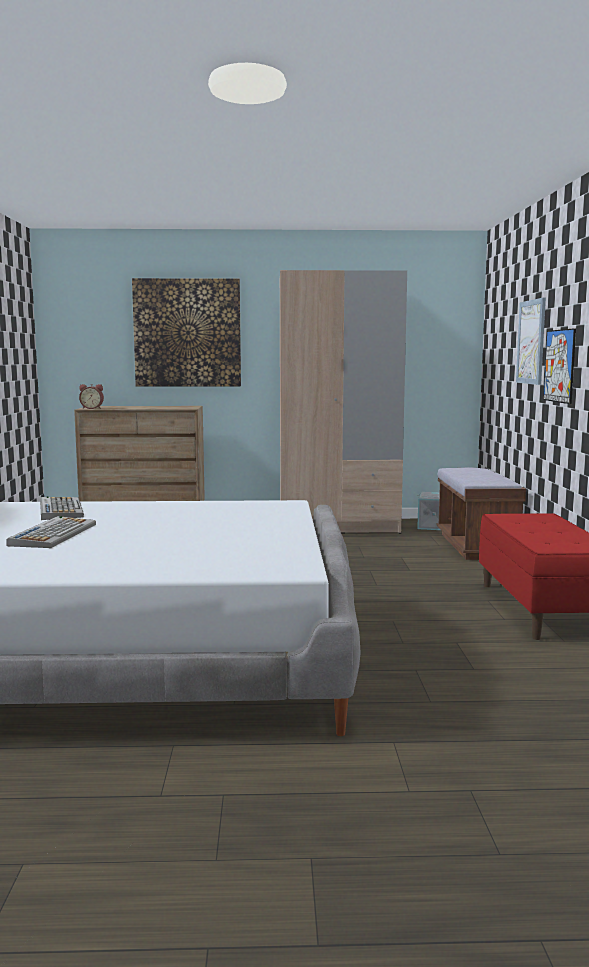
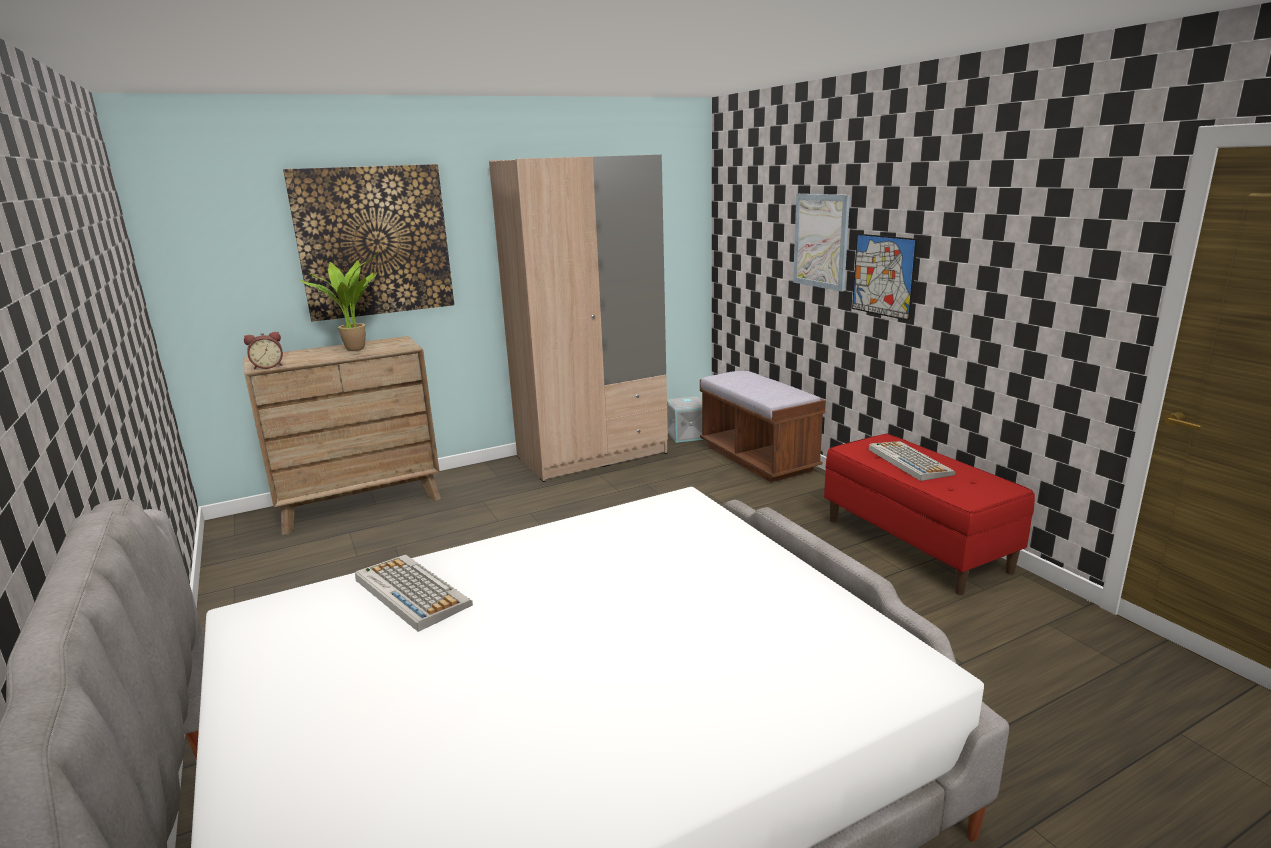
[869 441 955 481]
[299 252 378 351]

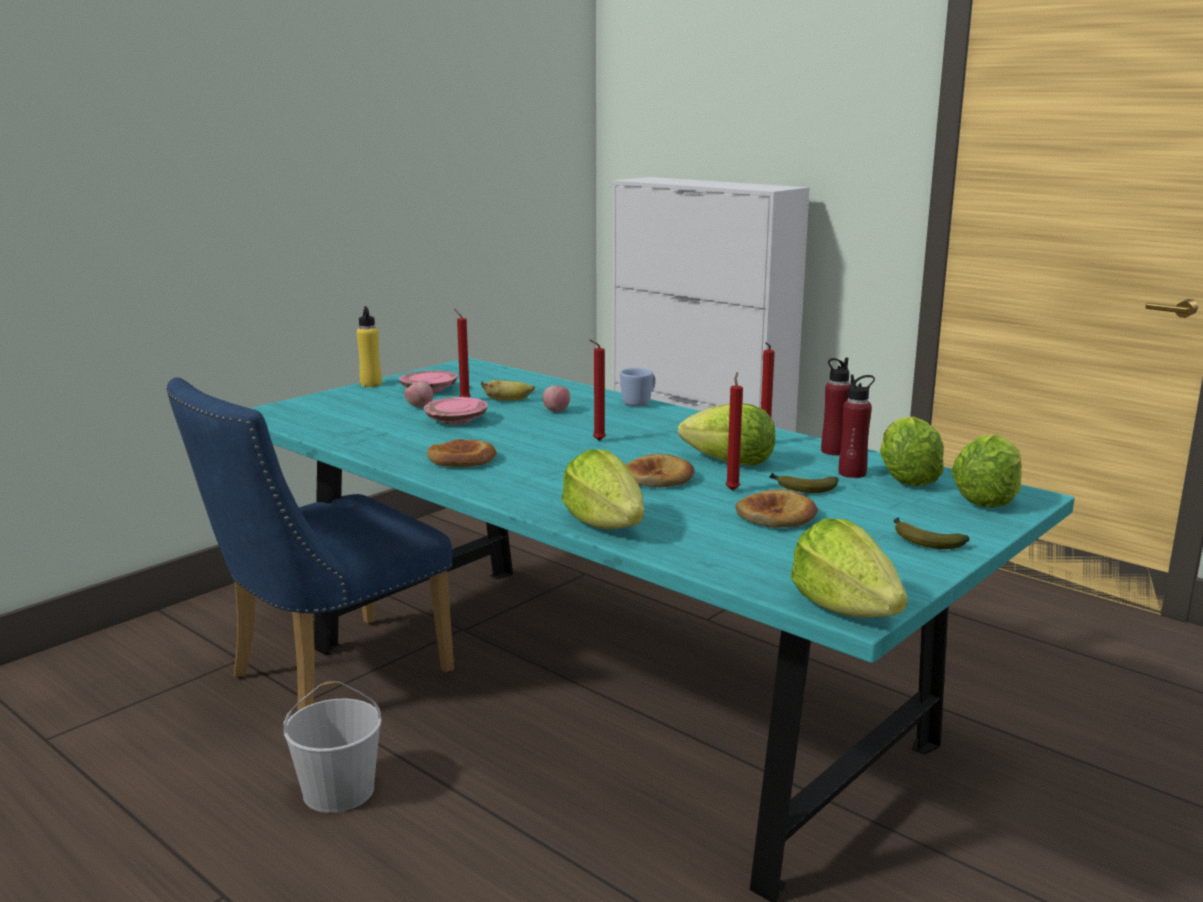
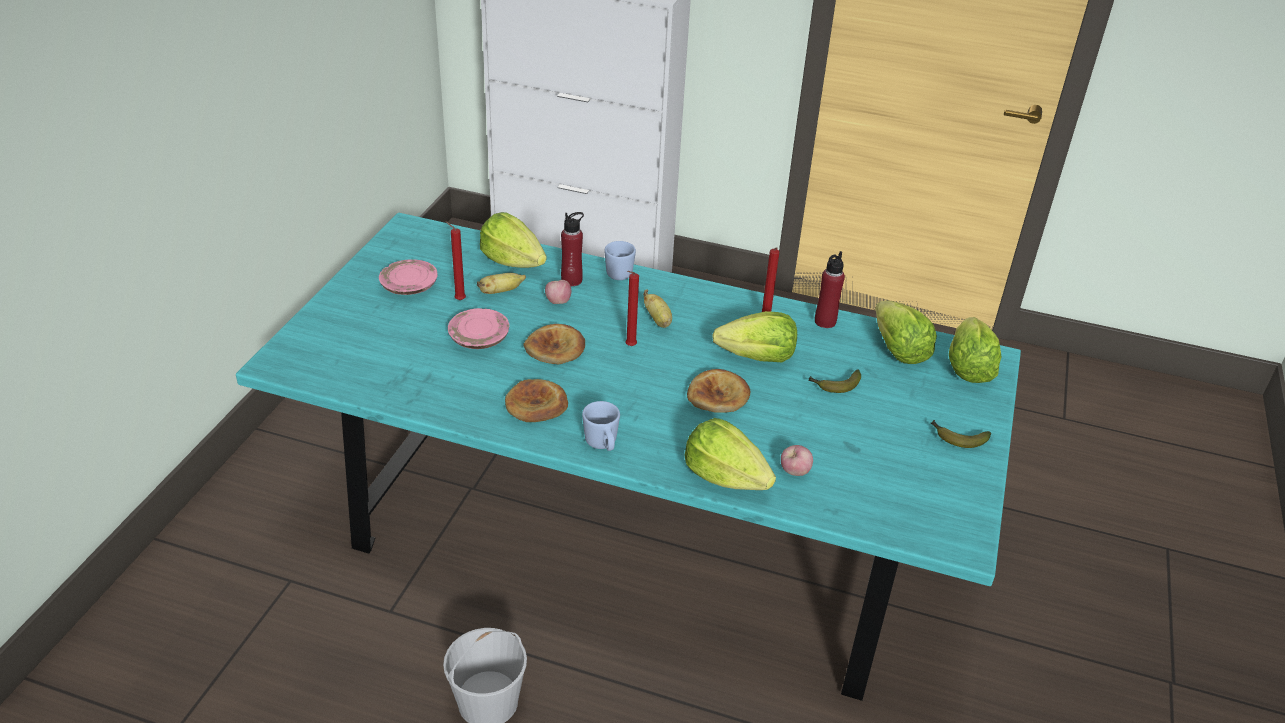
[357 306 382 387] (first image)
[726 372 743 491] (first image)
[561 212 584 286]
[166 377 454 711] (first image)
[781 445 813 476]
[523 324 585 364]
[480 212 546 268]
[643 290 672 328]
[582 401 620 451]

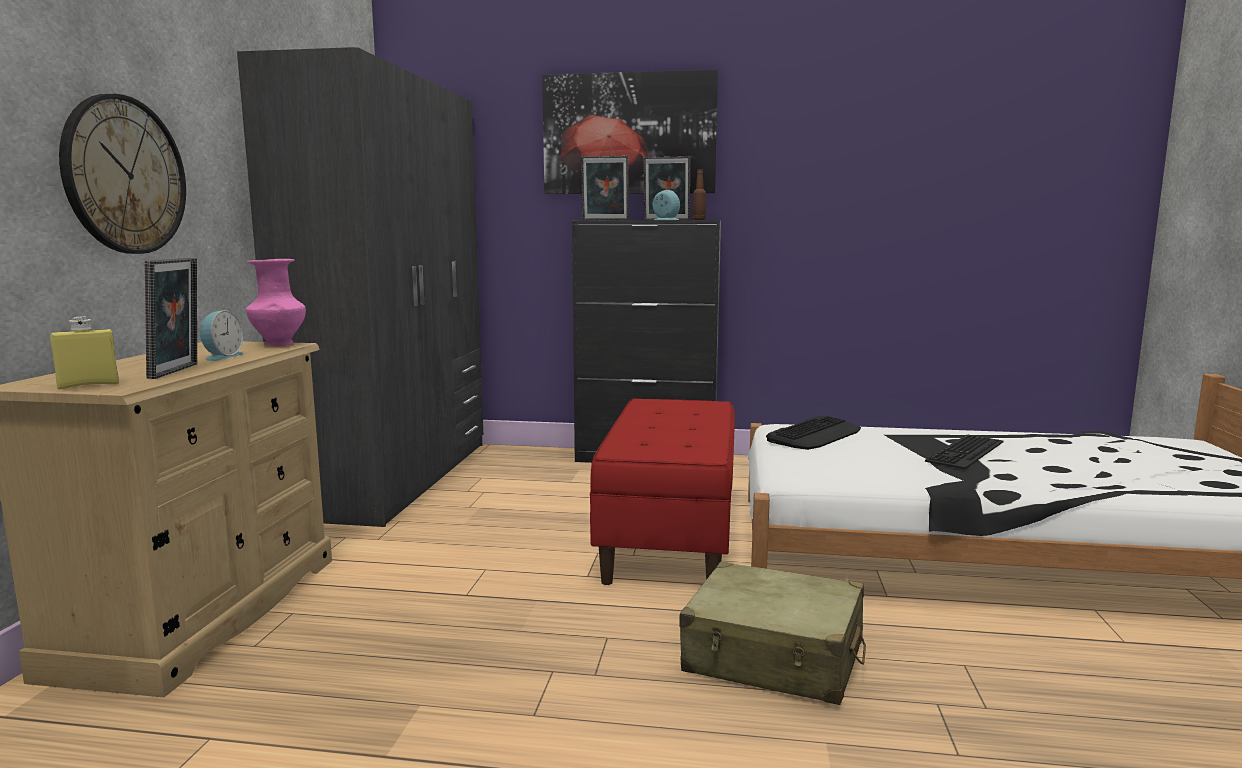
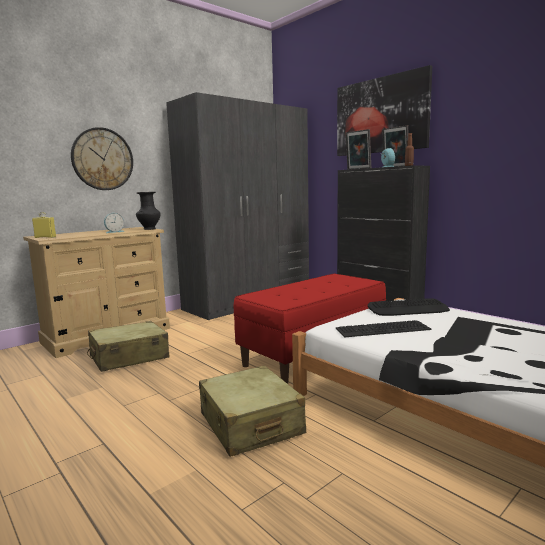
[145 258 197 379] (first image)
[136 192 161 230]
[336 320 432 337]
[87 321 170 372]

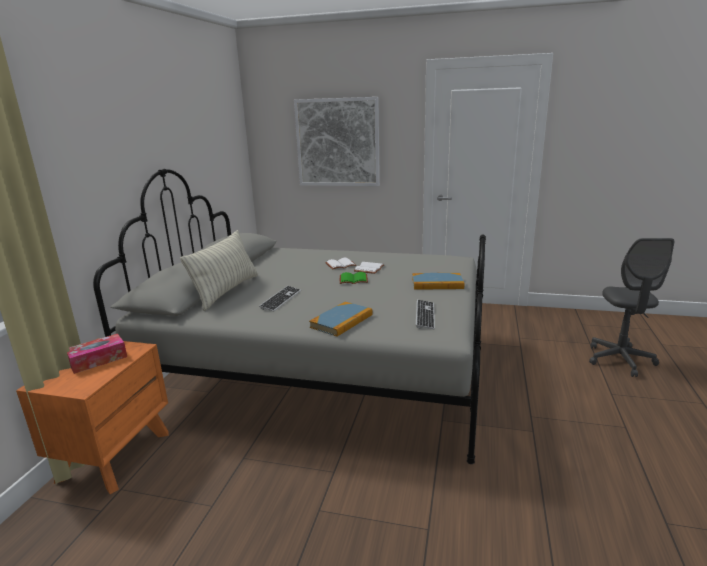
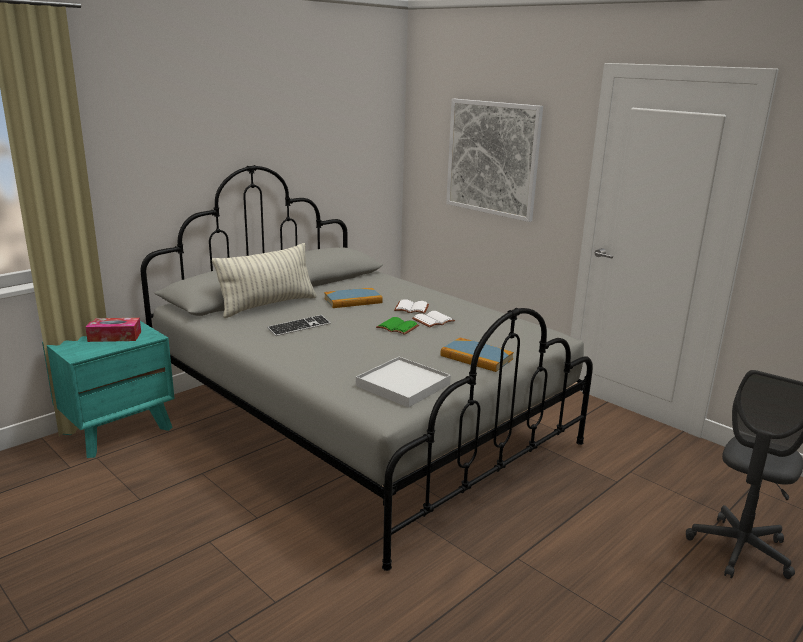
[356 357 451 408]
[324 288 383 308]
[42 321 175 458]

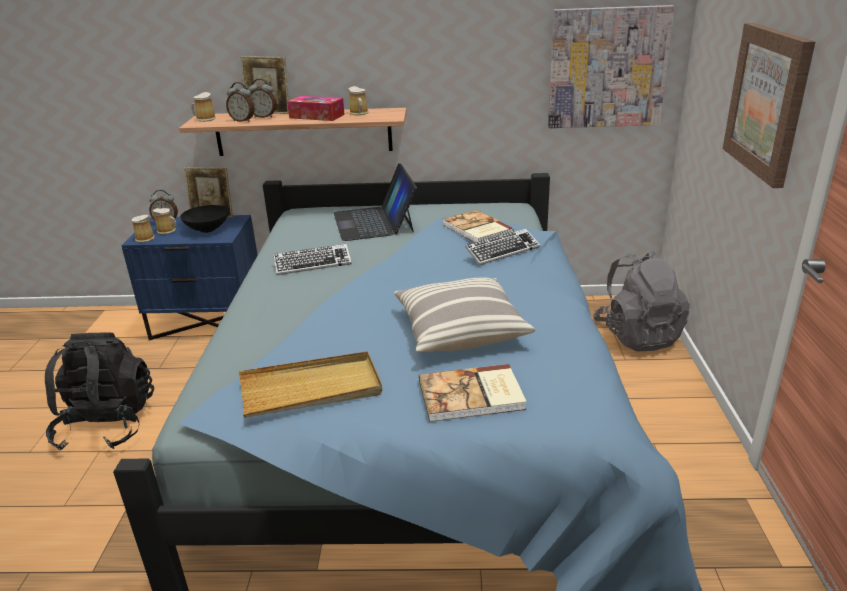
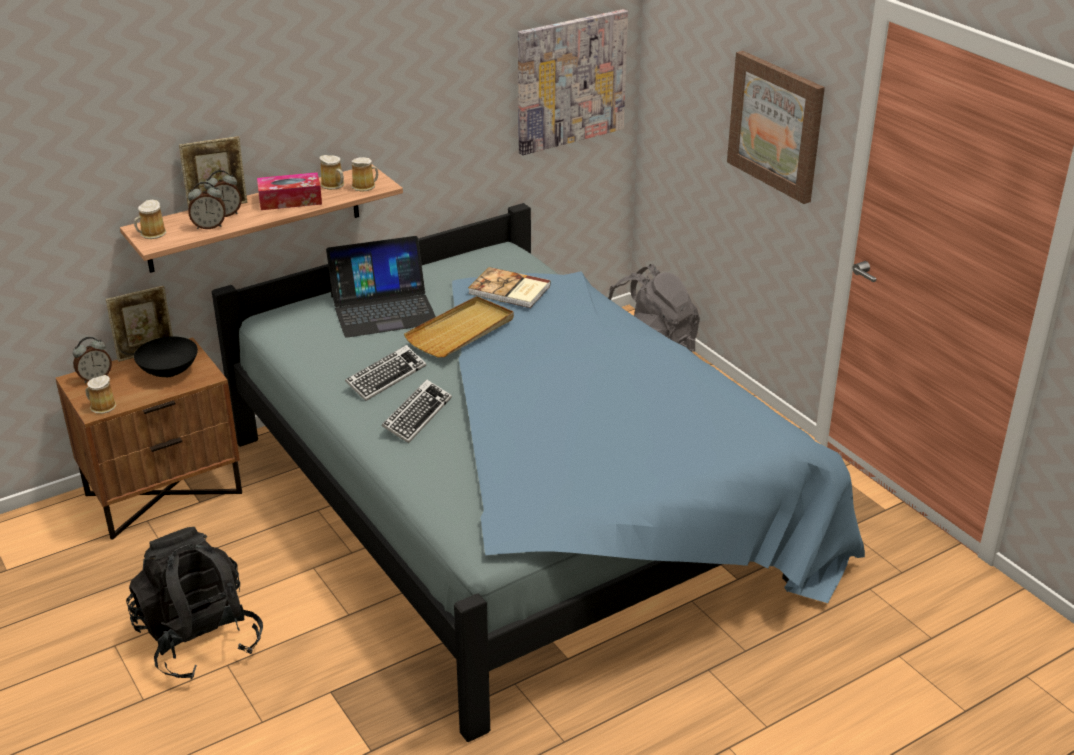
[326 236 436 338]
[351 157 378 192]
[56 337 242 540]
[382 379 452 443]
[394 277 535 353] (first image)
[404 296 514 357]
[419 364 527 422] (first image)

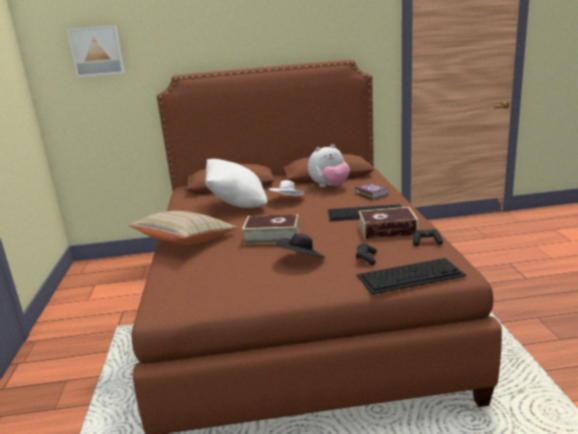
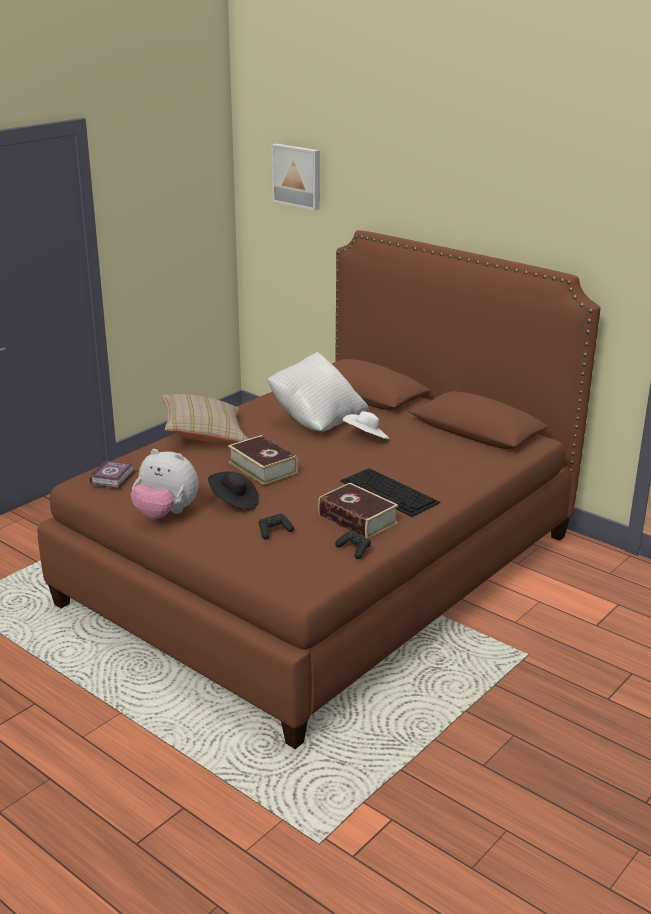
[131 449 198 519]
[89 460 134 489]
[357 258 466 294] (first image)

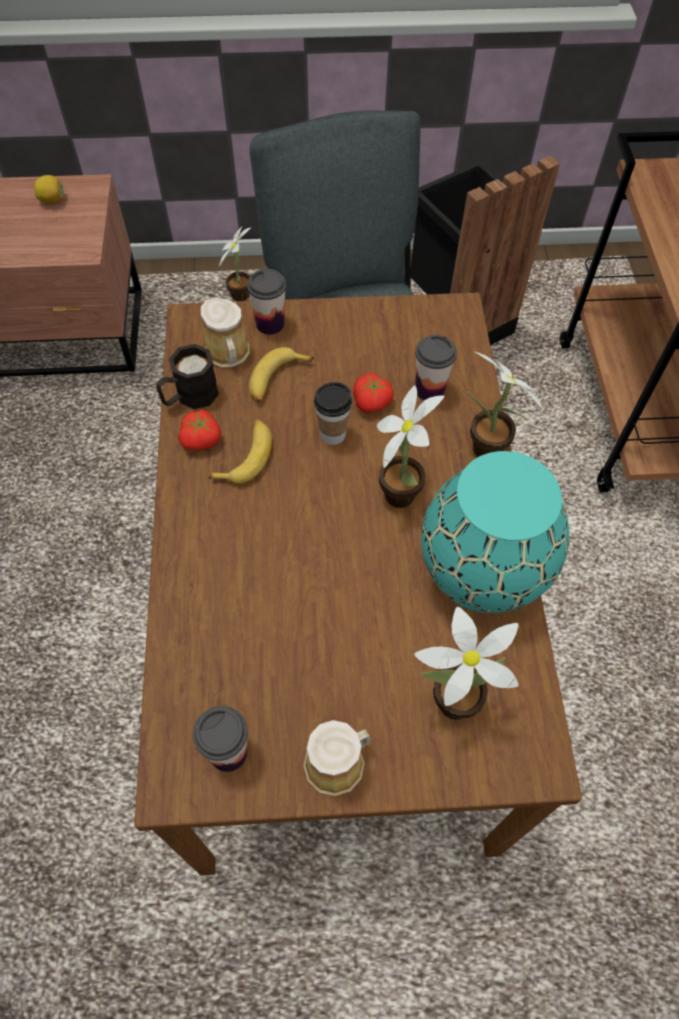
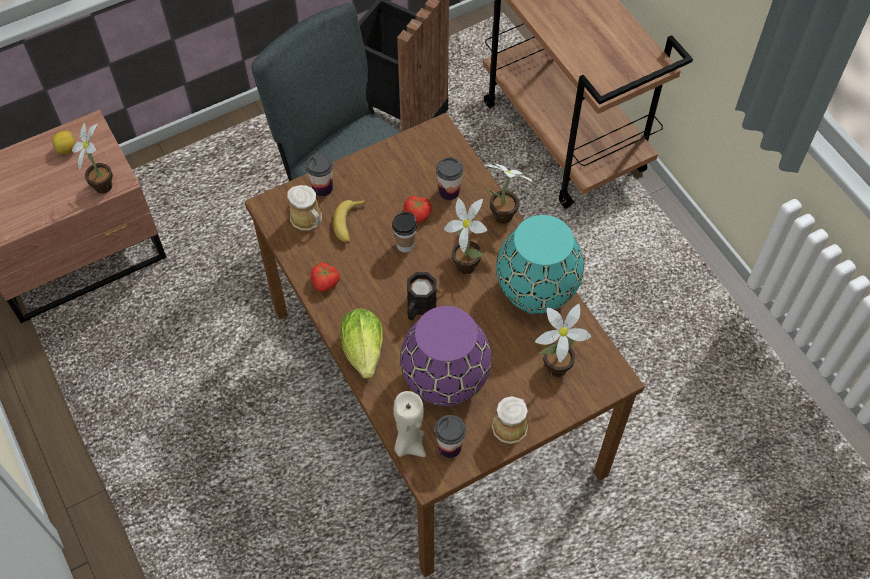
[72 123 113 194]
[407 272 437 320]
[209 419 272 484] (first image)
[400 306 492 406]
[340 309 383 379]
[393 391 426 457]

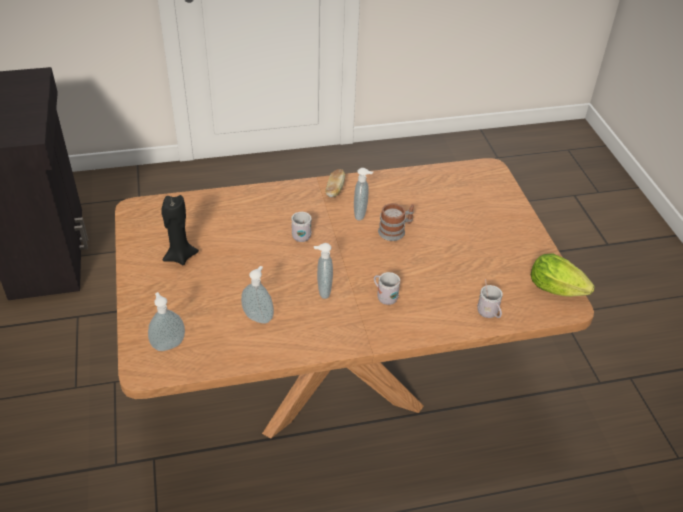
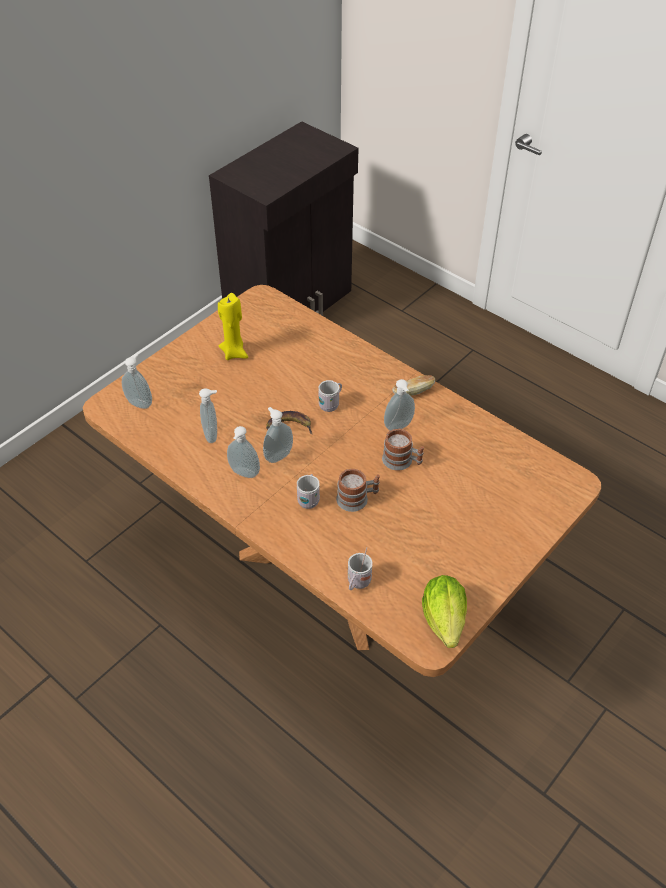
[218 293 248 360]
[266 411 312 434]
[227 426 260 478]
[336 469 380 512]

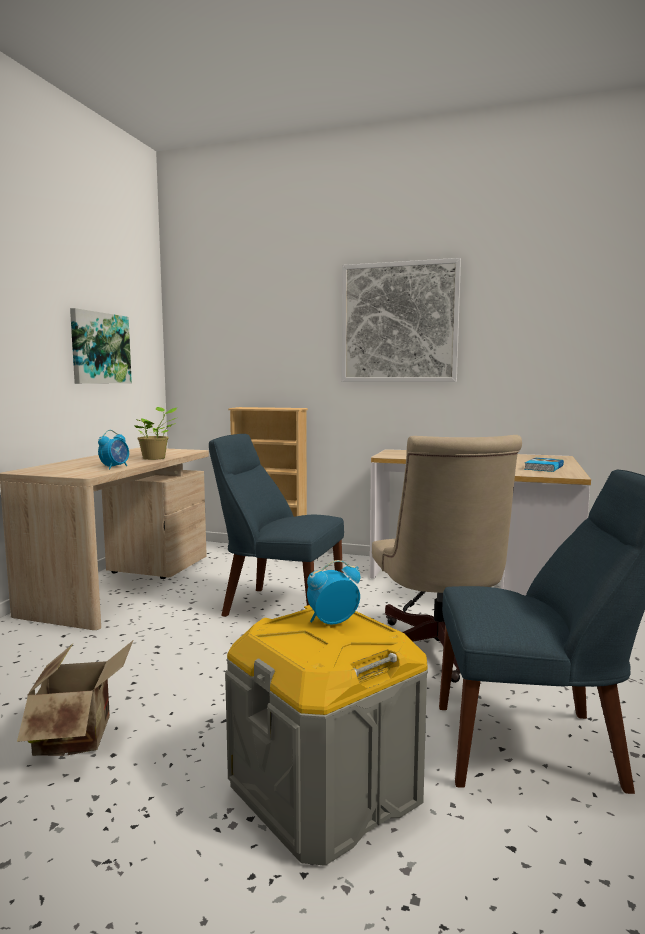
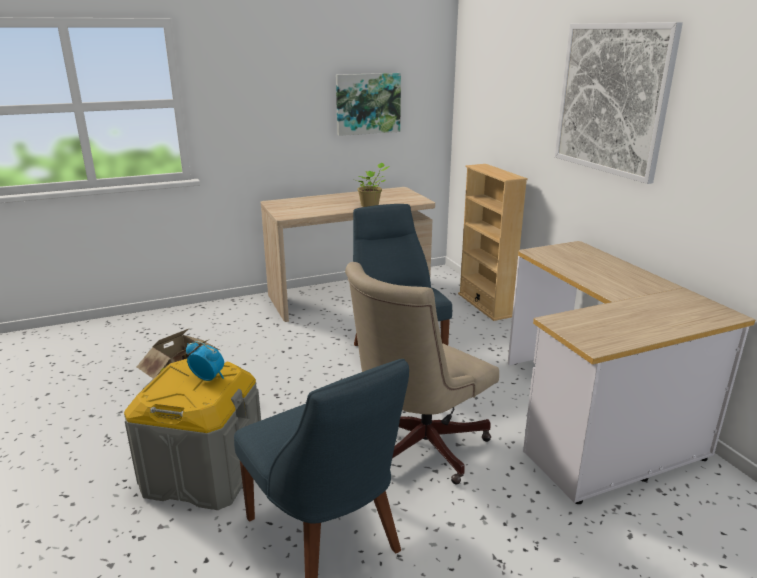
[98 430 129 469] (first image)
[524 458 564 472] (first image)

